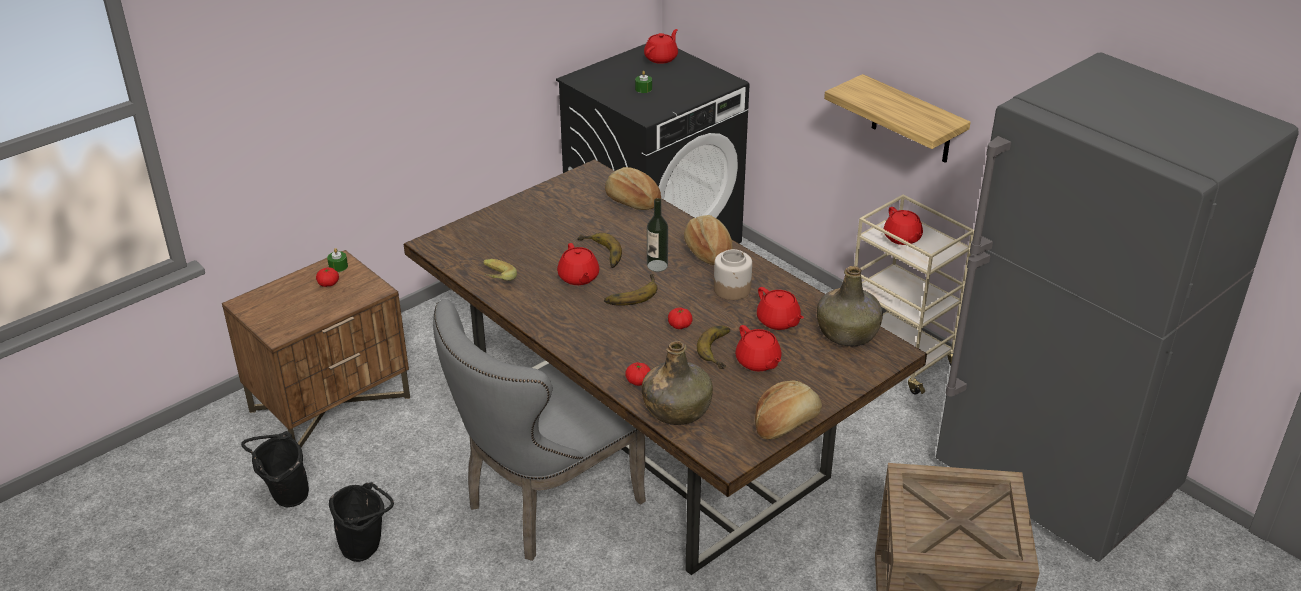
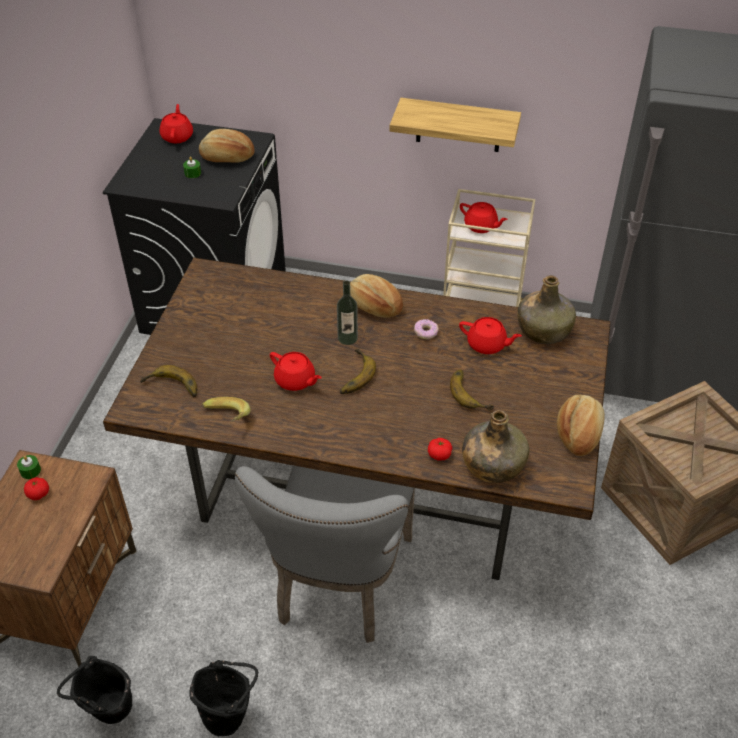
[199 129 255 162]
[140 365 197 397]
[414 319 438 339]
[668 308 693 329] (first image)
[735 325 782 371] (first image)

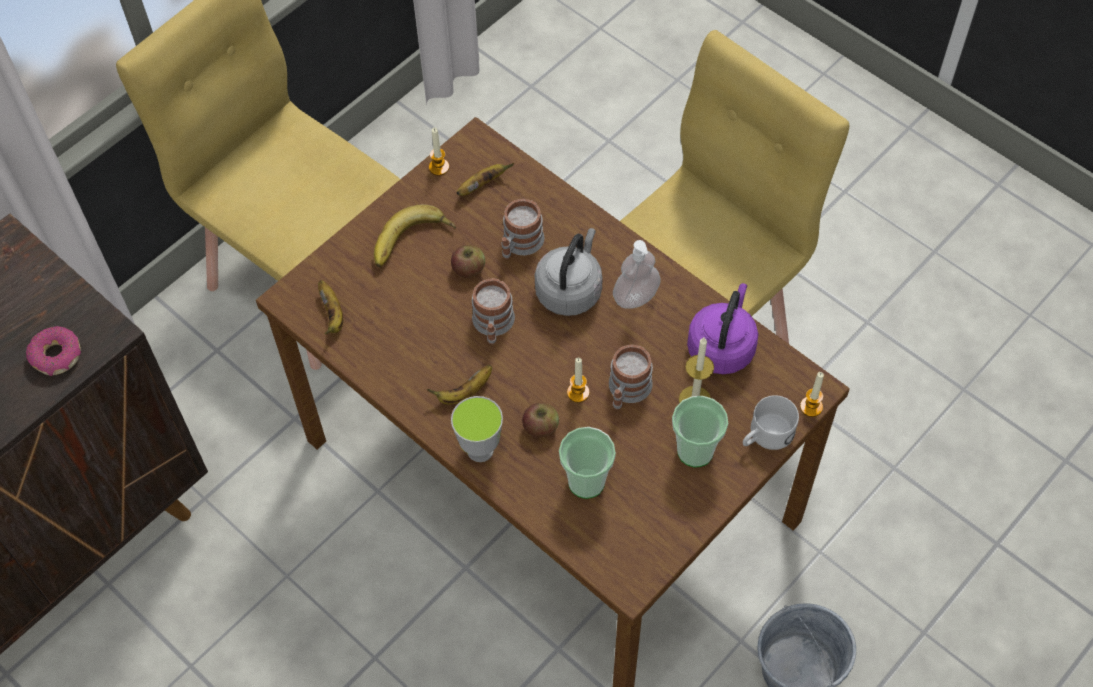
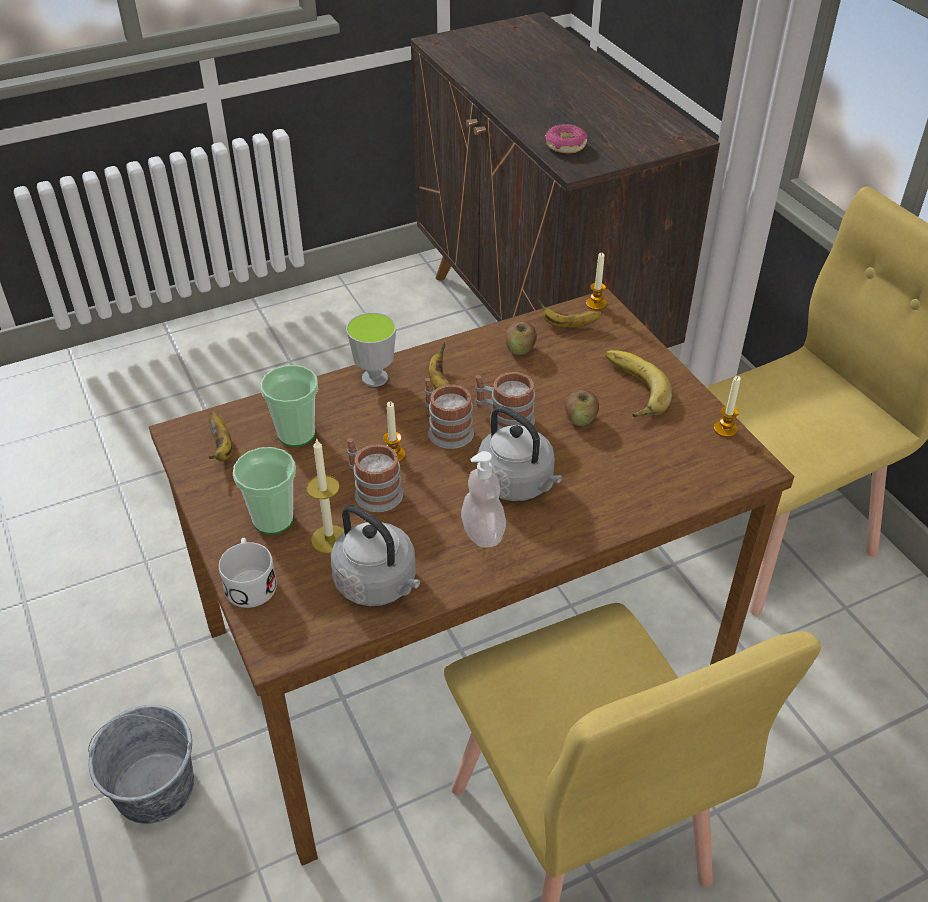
[208 411 233 461]
[425 378 474 449]
[331 505 420 606]
[586 253 607 310]
[506 321 537 355]

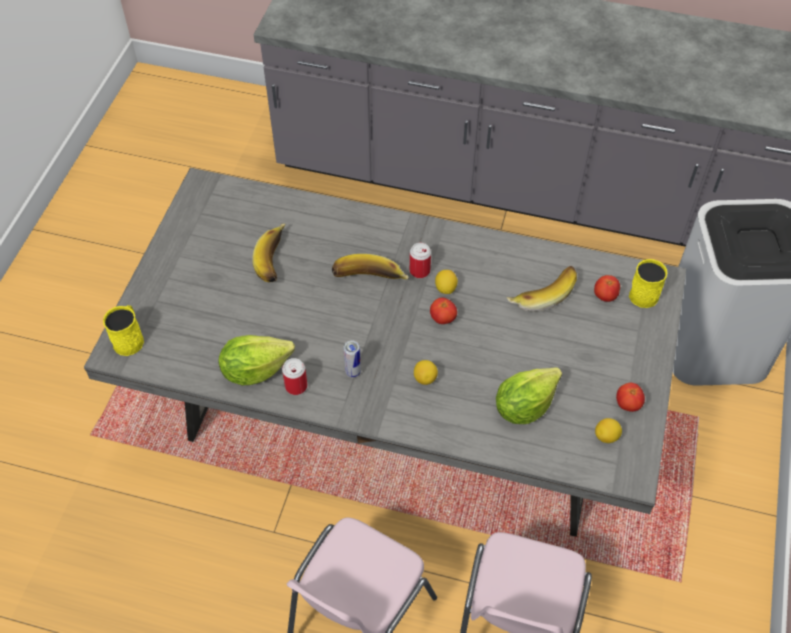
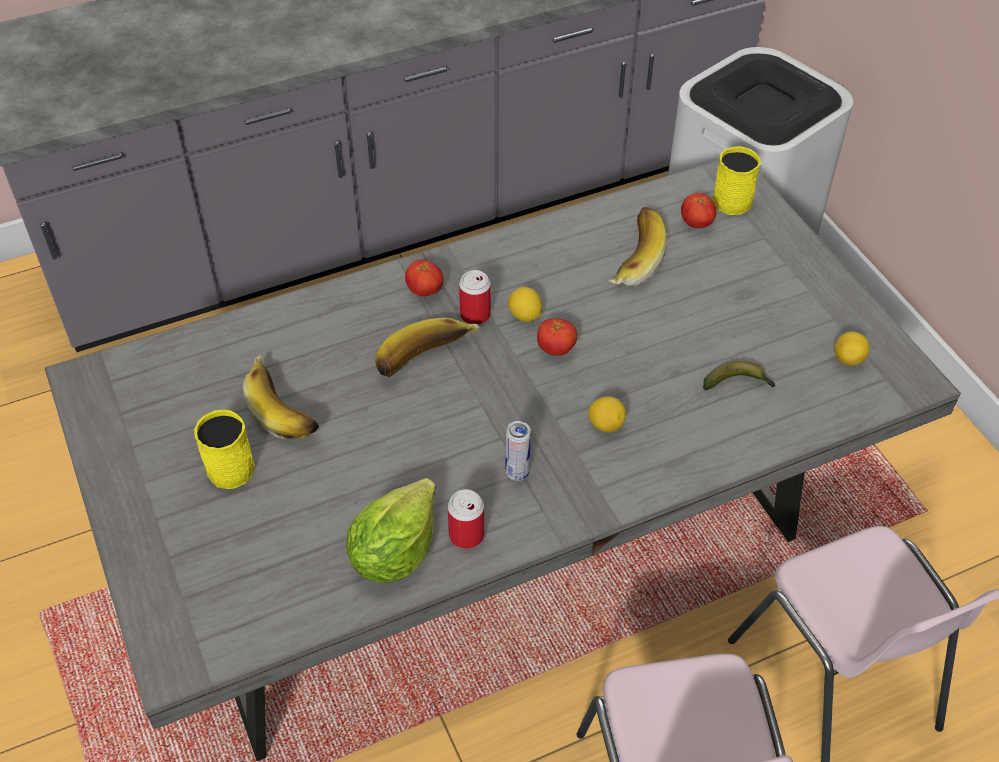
[194 410 255 489]
[703 361 775 390]
[405 259 443 296]

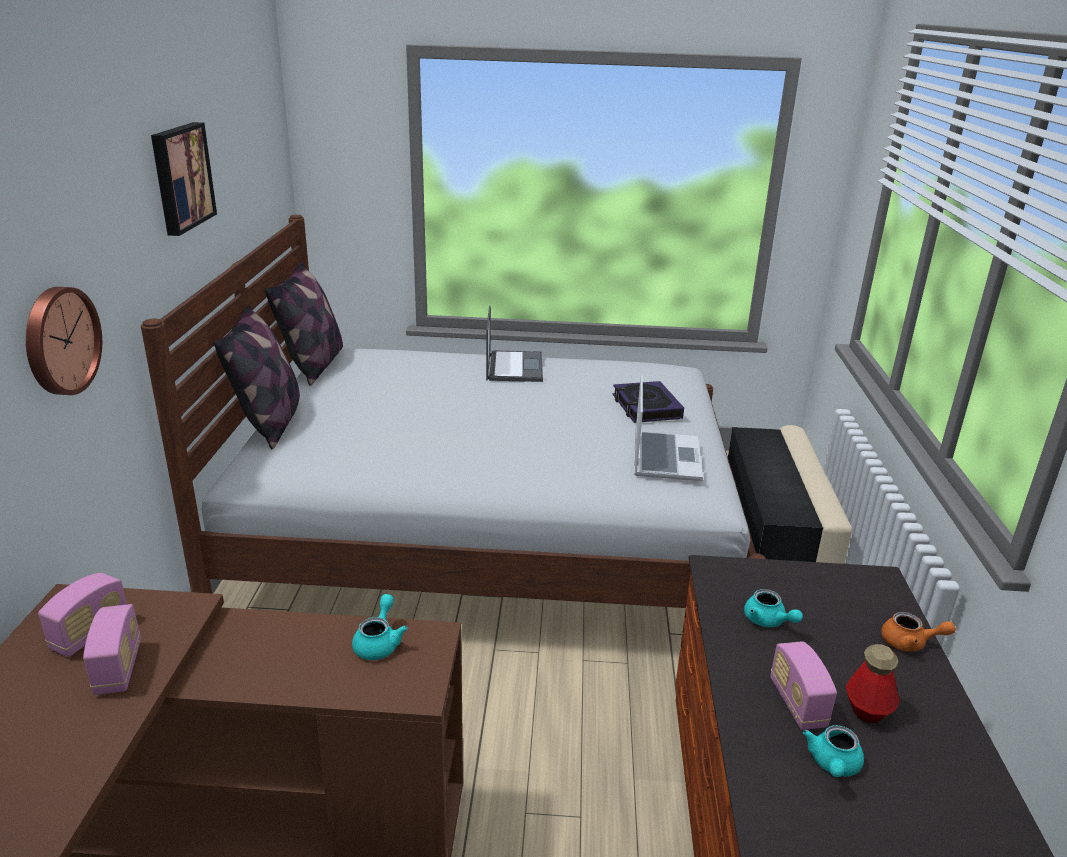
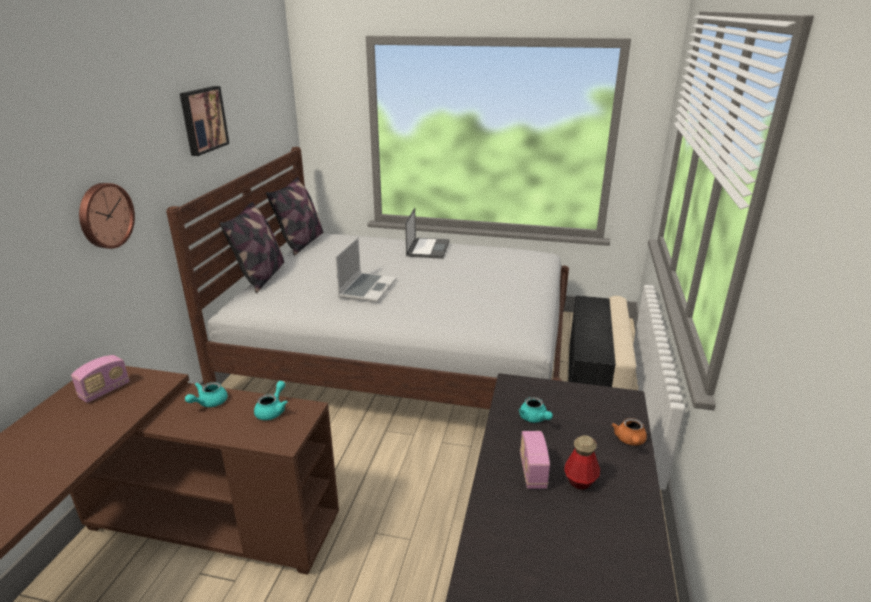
[335 237 396 303]
[613 381 684 423] (first image)
[83 604 141 695] (first image)
[611 418 647 446]
[185 382 228 407]

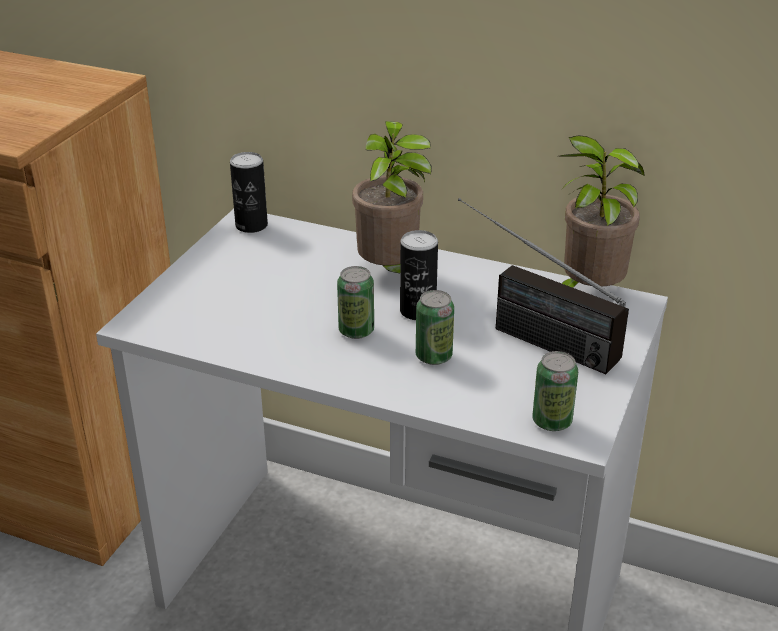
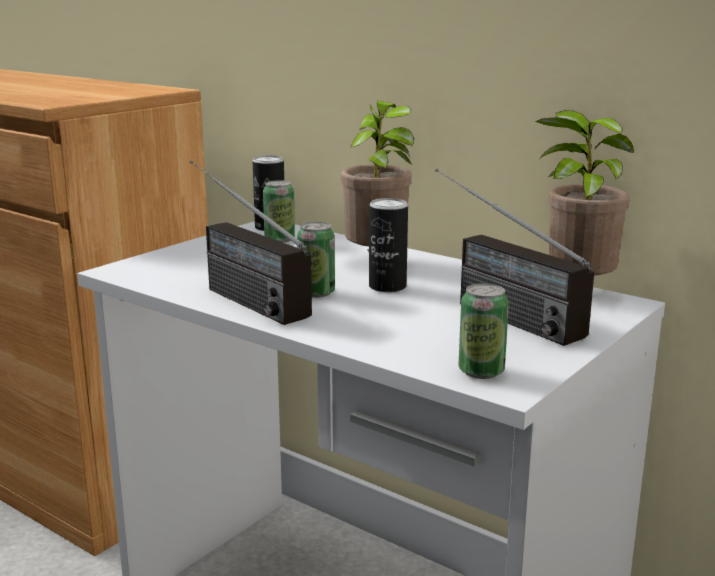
[263 180 295 243]
[190 160 312 325]

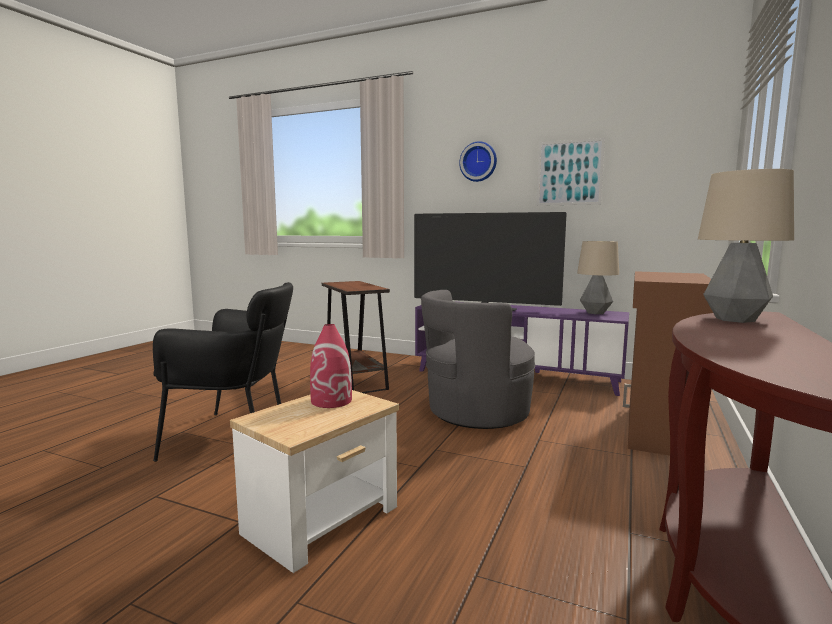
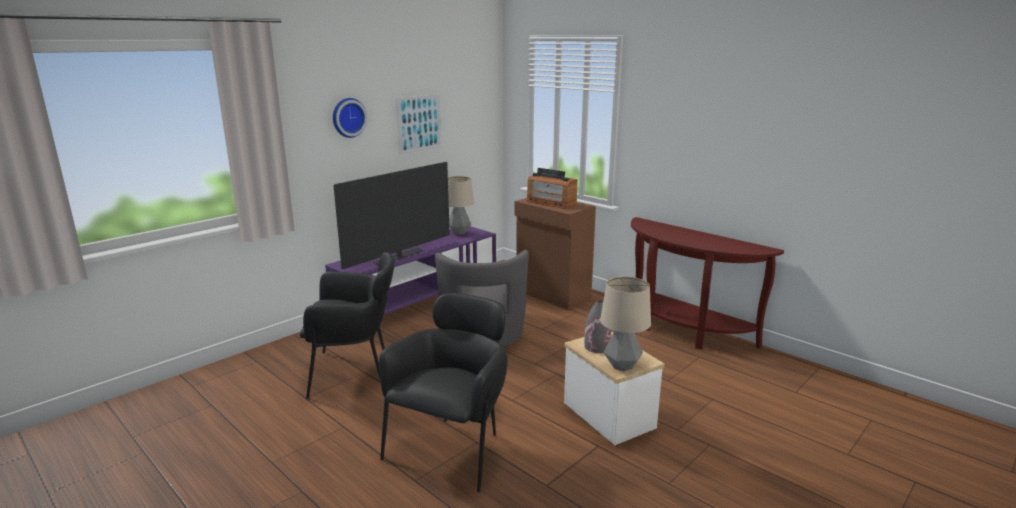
[600 277 651 371]
[300 252 394 399]
[584 300 611 353]
[527 168 578 209]

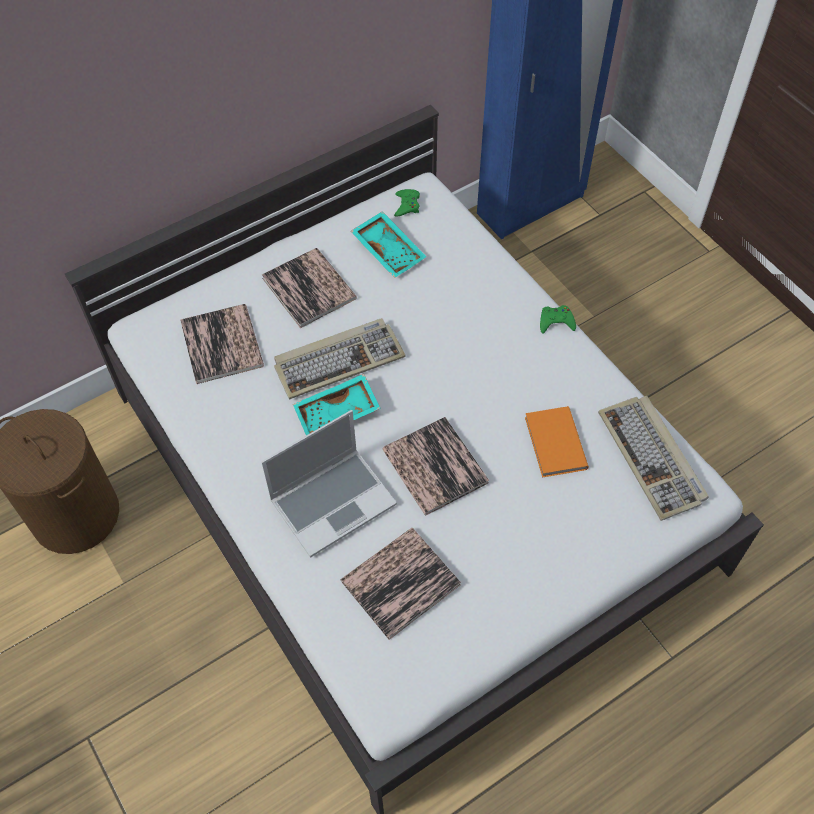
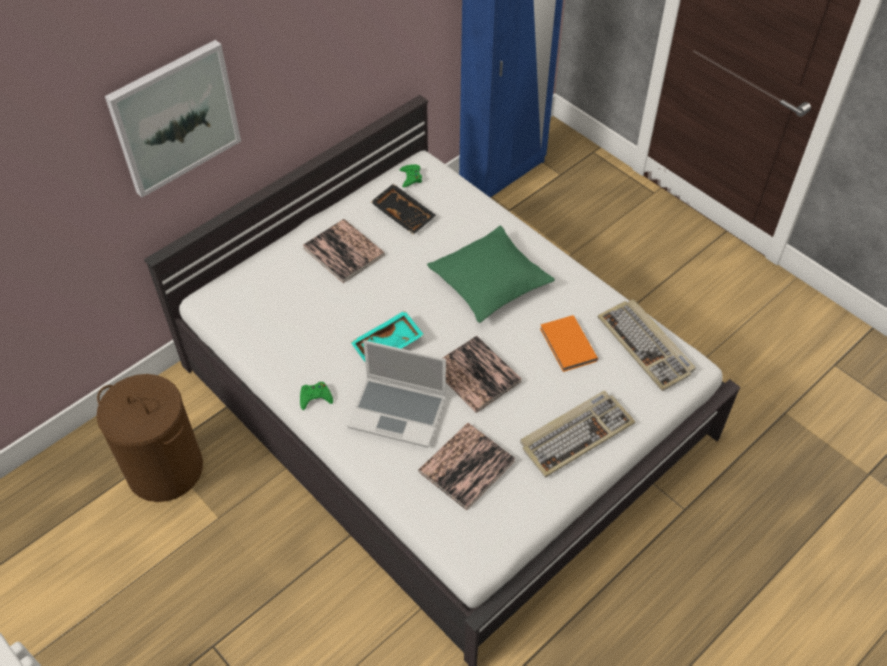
[371 184 436 235]
[180 304 264 384] (first image)
[300 382 333 410]
[520 390 635 477]
[347 340 446 448]
[105 40 241 198]
[427 226 555 323]

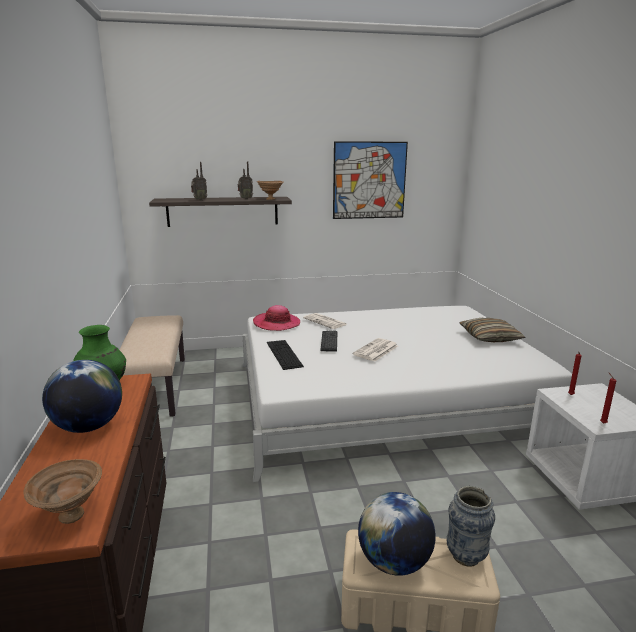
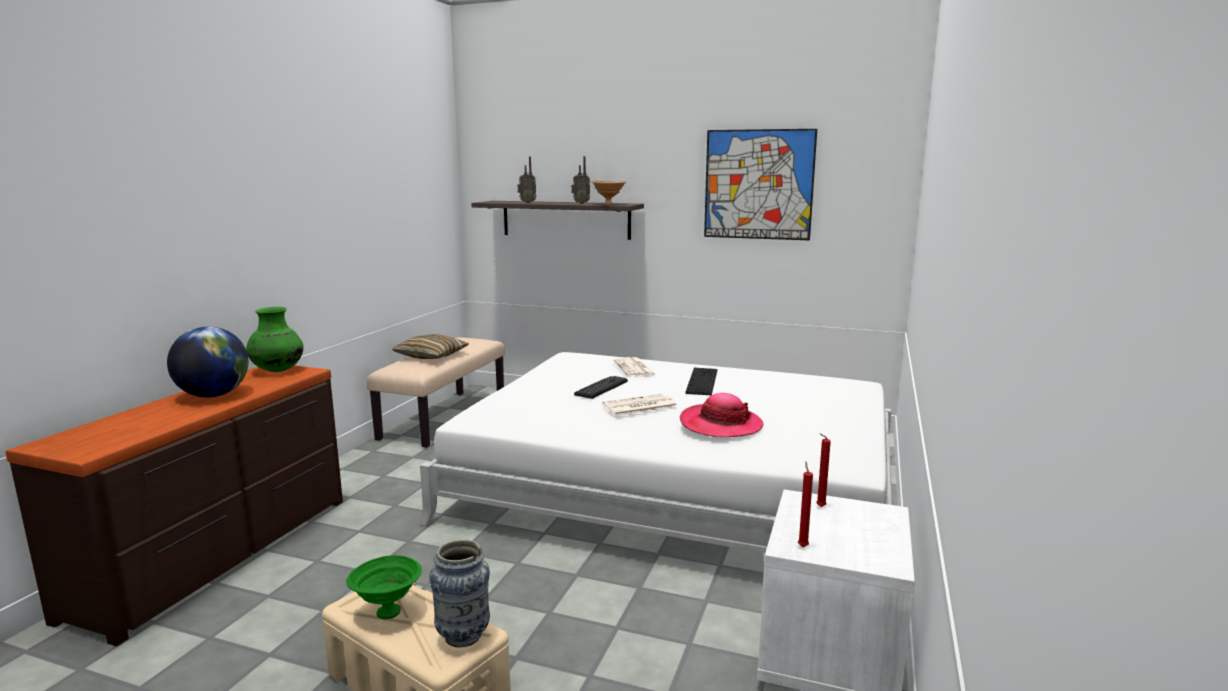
[680 393 763 437]
[392 334 469 359]
[685 368 717 395]
[23 459 102 524] (first image)
[346 555 422 619]

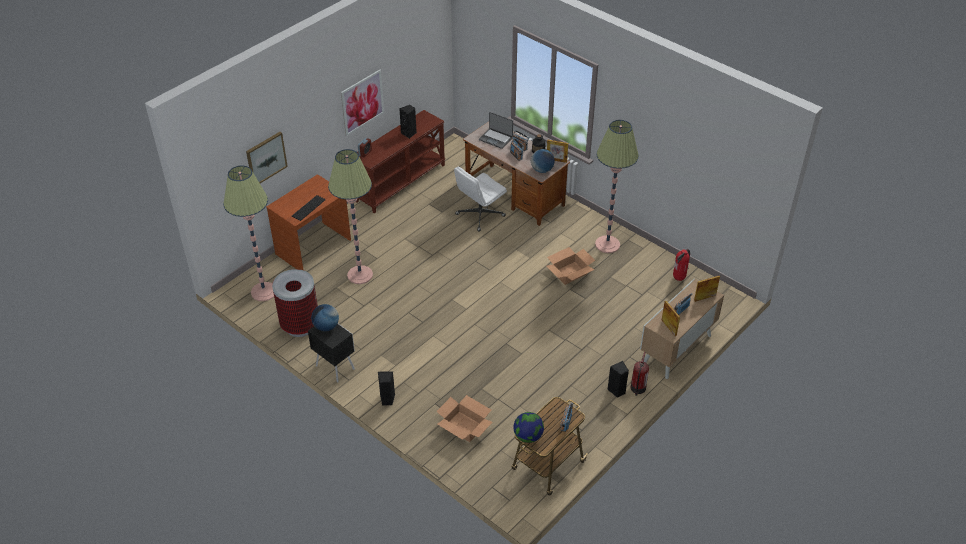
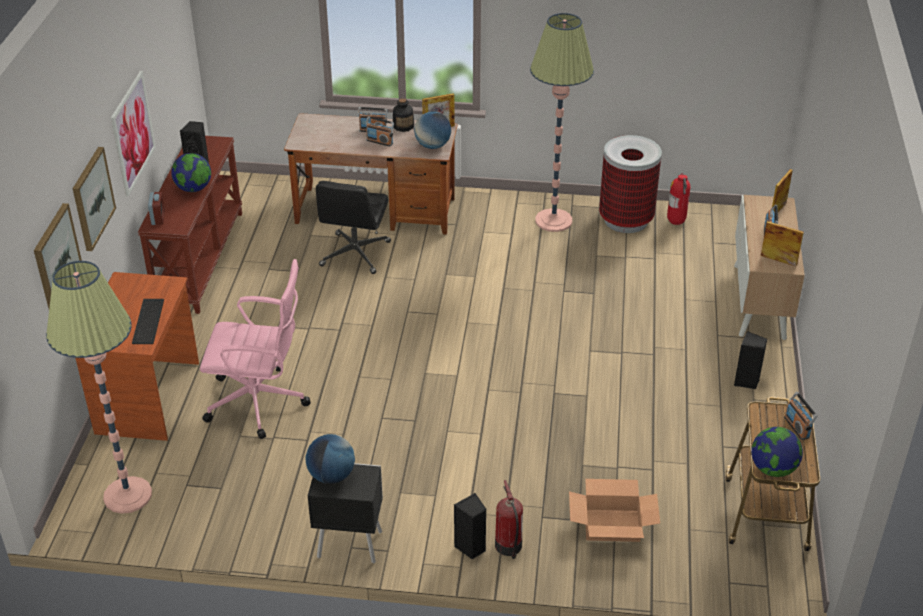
[479 112 513 149] (first image)
[200 259 311 439]
[316 181 391 274]
[547 247 595 285] (first image)
[599 135 662 233]
[495 480 523 559]
[73 147 116 251]
[171 153 211 192]

